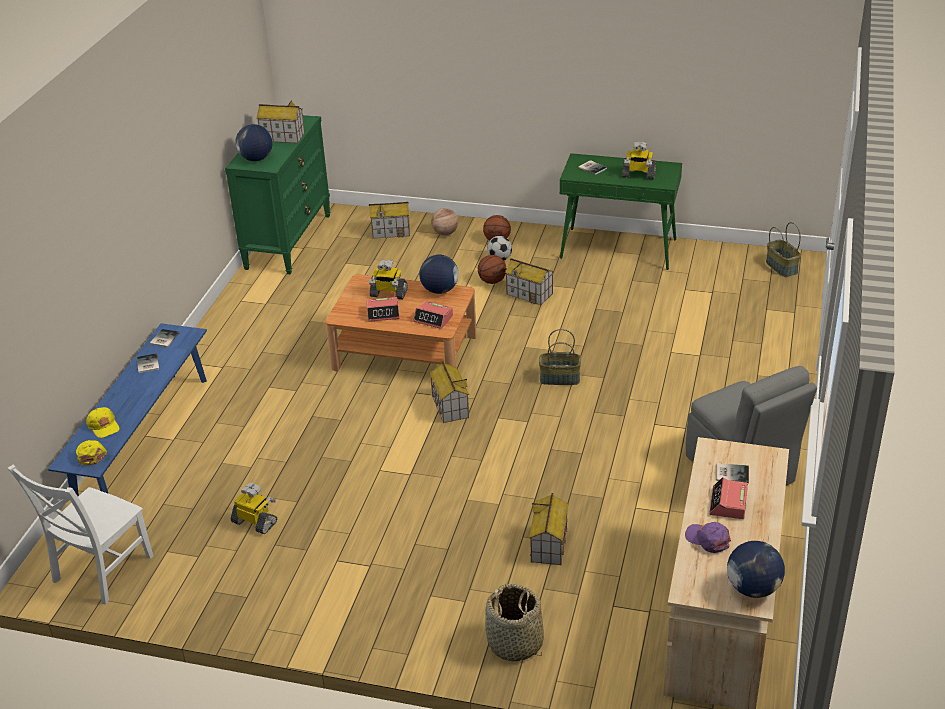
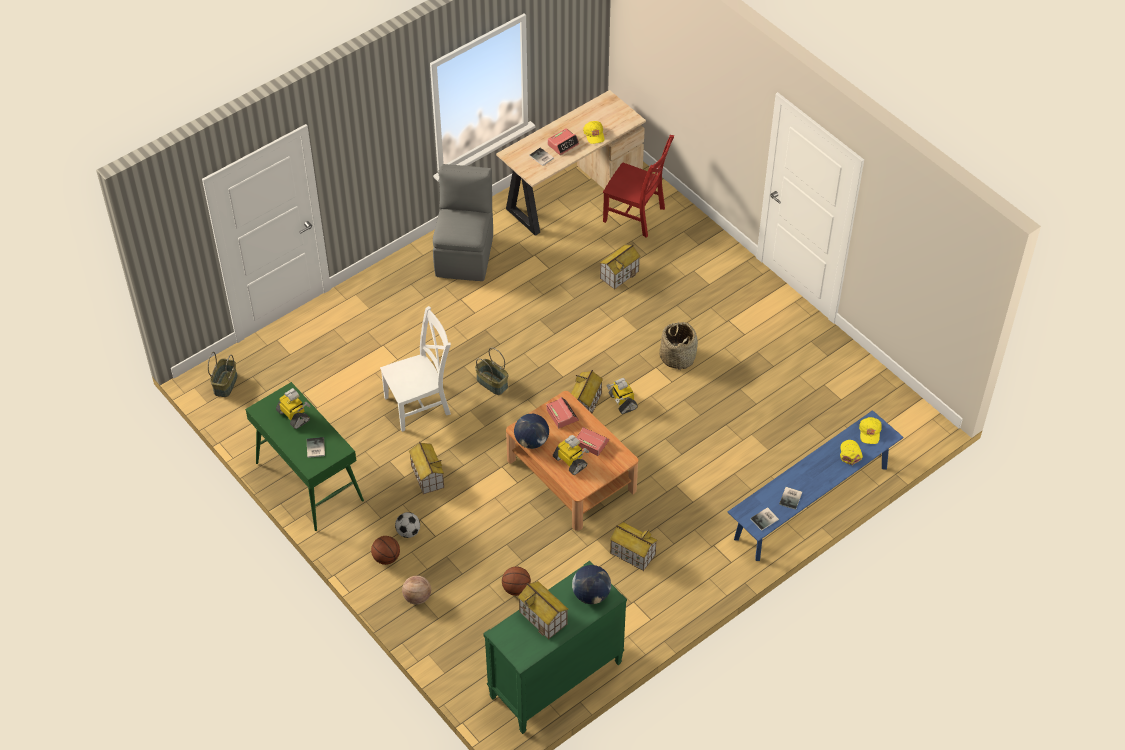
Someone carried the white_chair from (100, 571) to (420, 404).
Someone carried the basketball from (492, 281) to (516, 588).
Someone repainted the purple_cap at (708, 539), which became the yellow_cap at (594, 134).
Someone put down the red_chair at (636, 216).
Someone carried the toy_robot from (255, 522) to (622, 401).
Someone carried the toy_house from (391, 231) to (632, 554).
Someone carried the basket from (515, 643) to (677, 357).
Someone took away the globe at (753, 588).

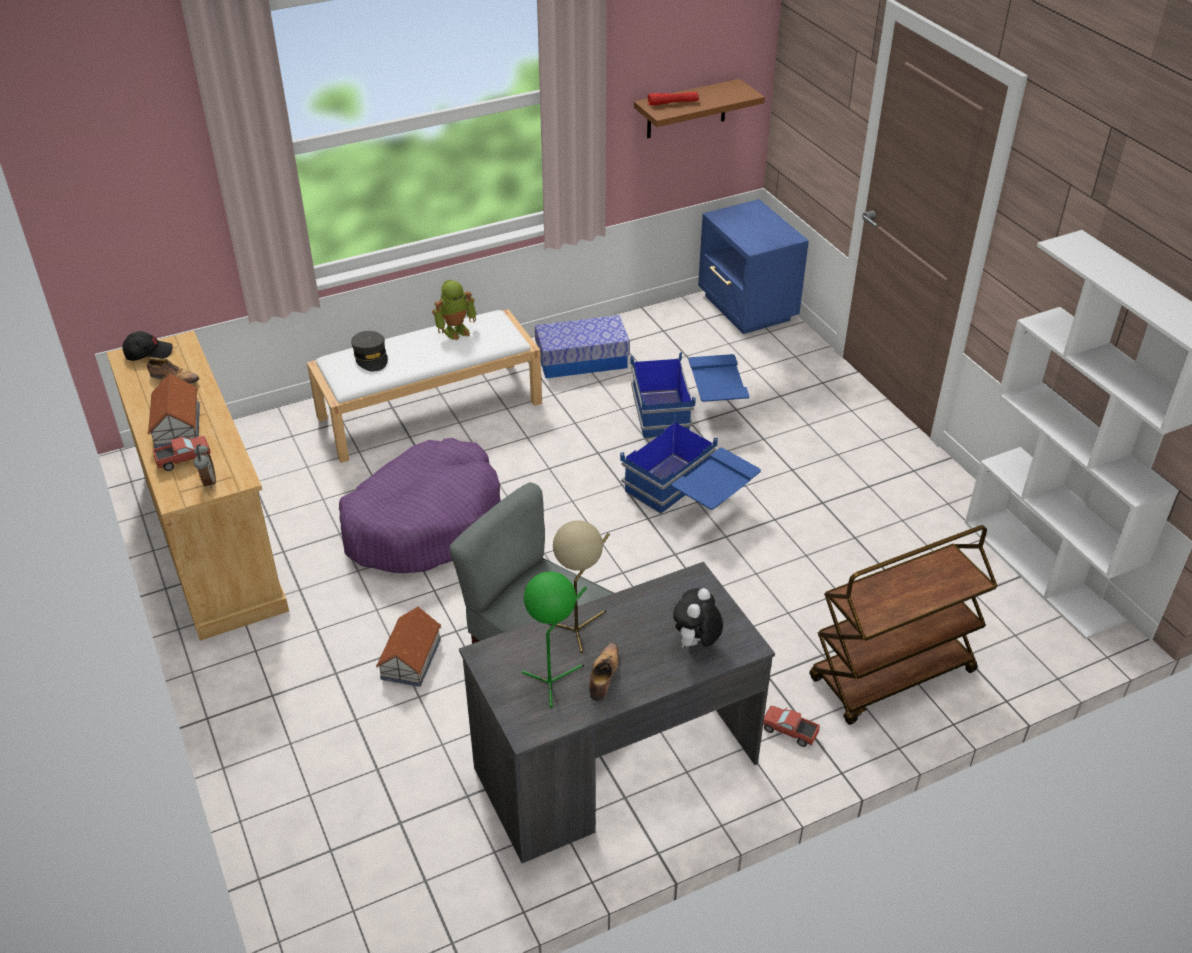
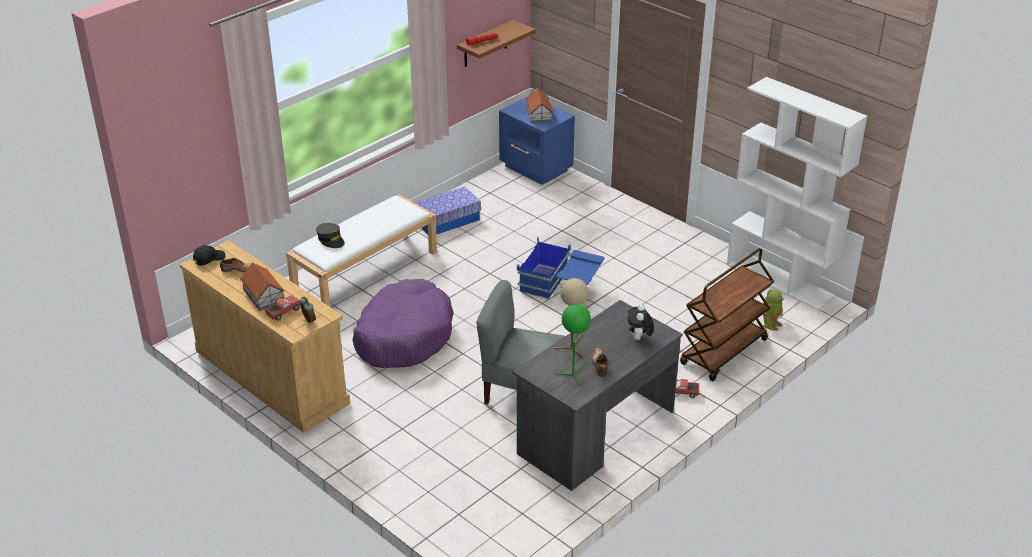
Someone carried the toy_house from (411, 658) to (539, 114).
Someone carried the toy_robot from (456, 330) to (770, 324).
Someone took away the blue_storage_box at (687, 414).

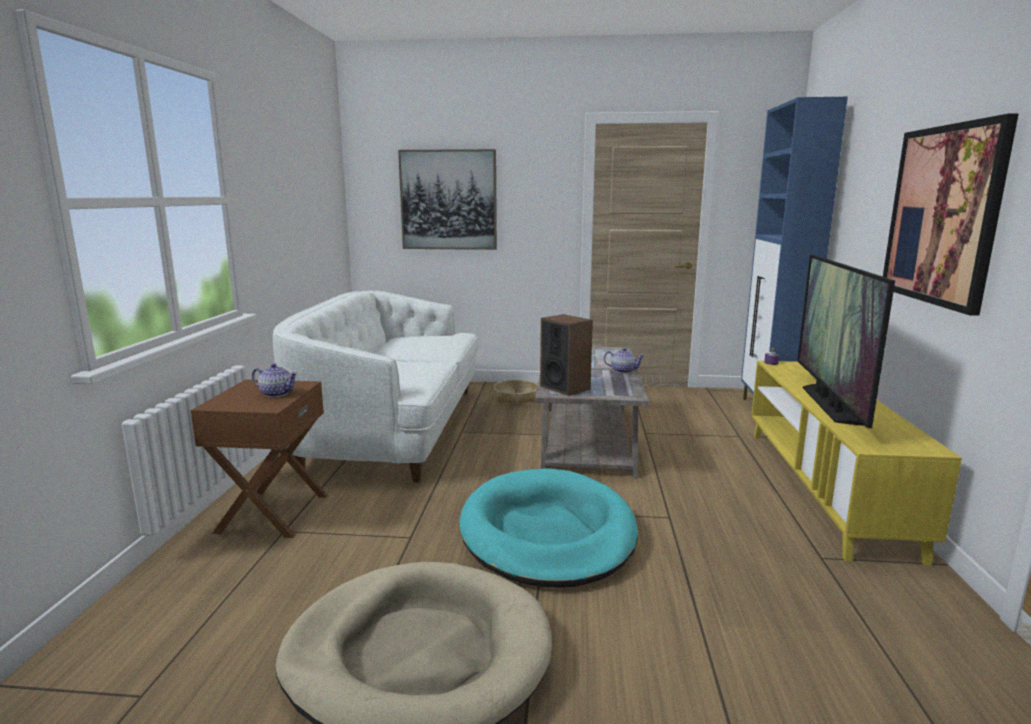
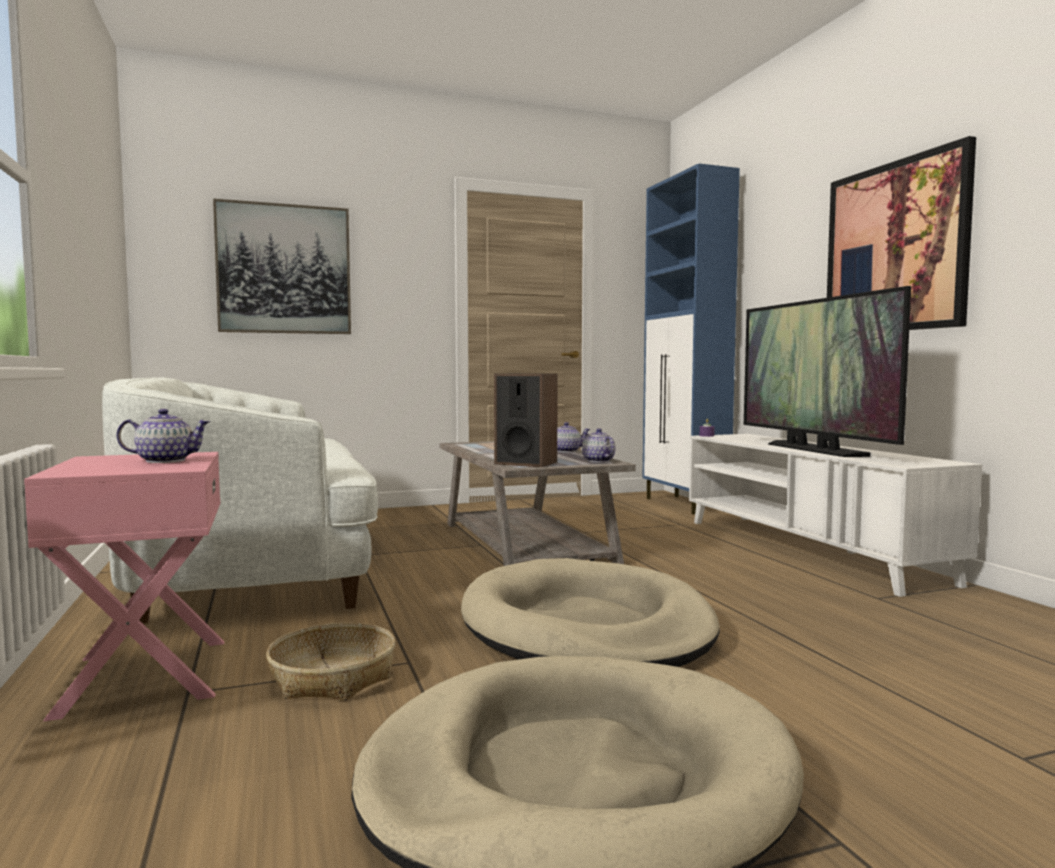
Someone repainted the brown_side_table at (272, 513), which became the pink_side_table at (142, 676).
Someone carried the basket from (516, 398) to (332, 677).
Someone repainted the turquoise_dog_bed at (547, 533), which became the beige_dog_bed at (586, 626).
Someone put down the teapot at (598, 461).
Someone repainted the yellow_tv_stand at (824, 487), which became the white_tv_stand at (806, 549).

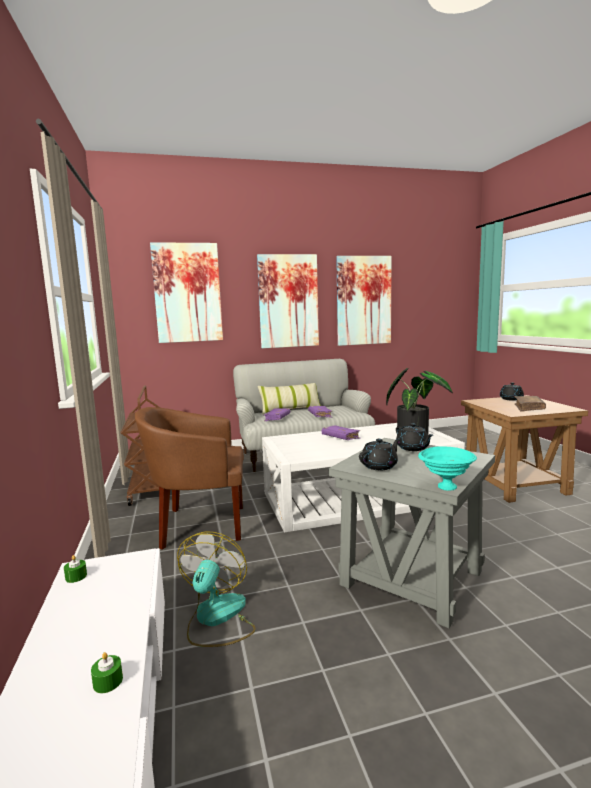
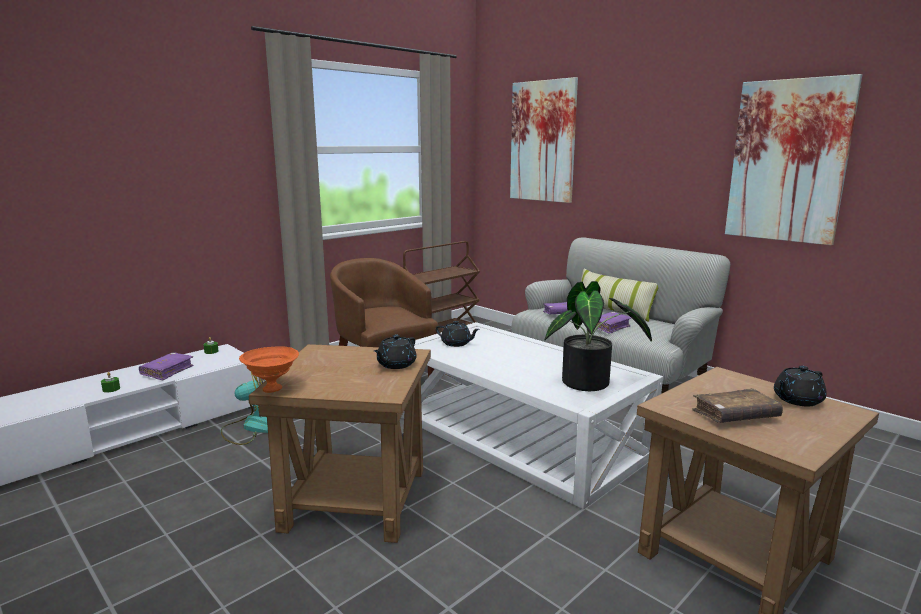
Someone carried the purple_book from (340, 438) to (167, 371).
Someone repainted the turquoise_bowl at (445, 487), which became the orange_bowl at (271, 388).
Someone repainted the grey_side_table at (413, 577), which became the brown_side_table at (356, 499).
Someone carried the black_teapot from (380, 466) to (456, 343).
Someone took away the picture at (288, 301).

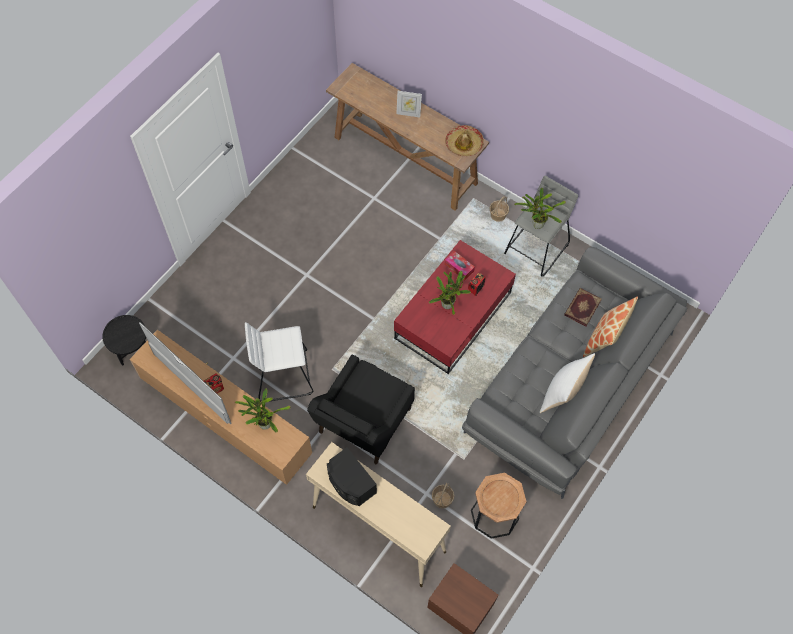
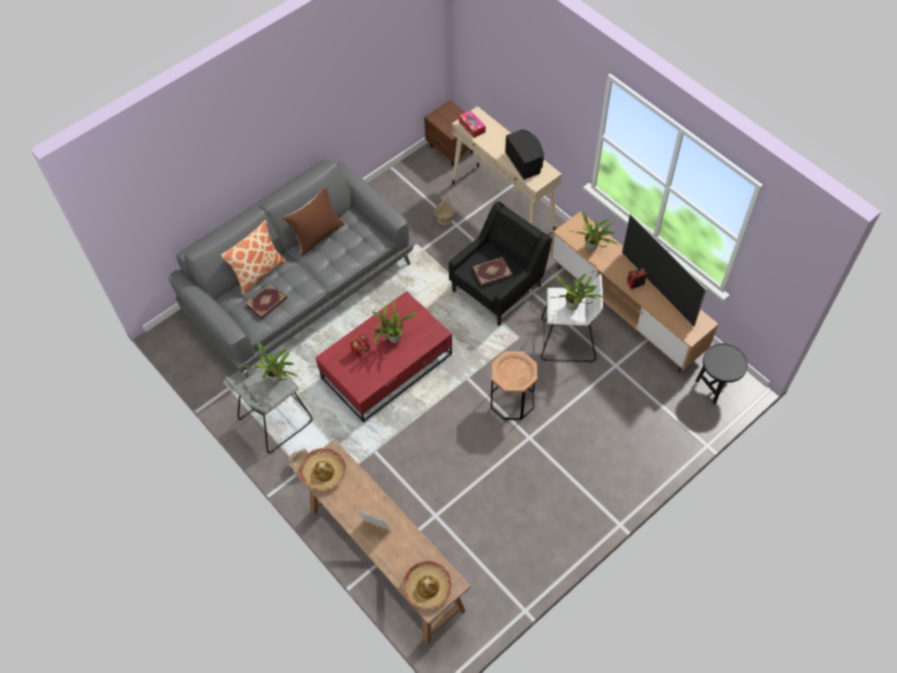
Someone repainted the white_pillow at (562, 393), which became the brown_pillow at (317, 235).
Someone put down the hat at (427, 587).
Someone carried the tissue_box from (459, 267) to (472, 127).
Someone put down the book at (491, 272).
Someone carried the brown_side_table from (494, 514) to (512, 400).
Someone put down the potted_plant at (573, 307).

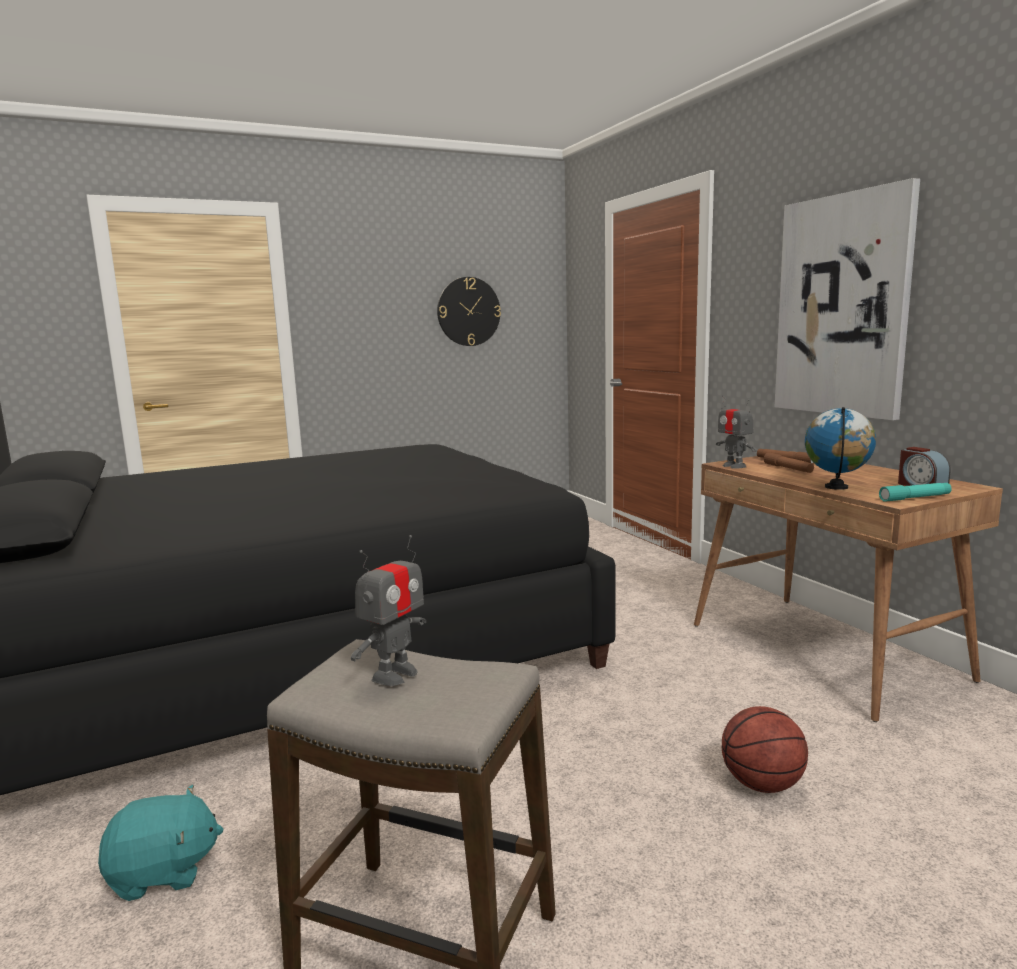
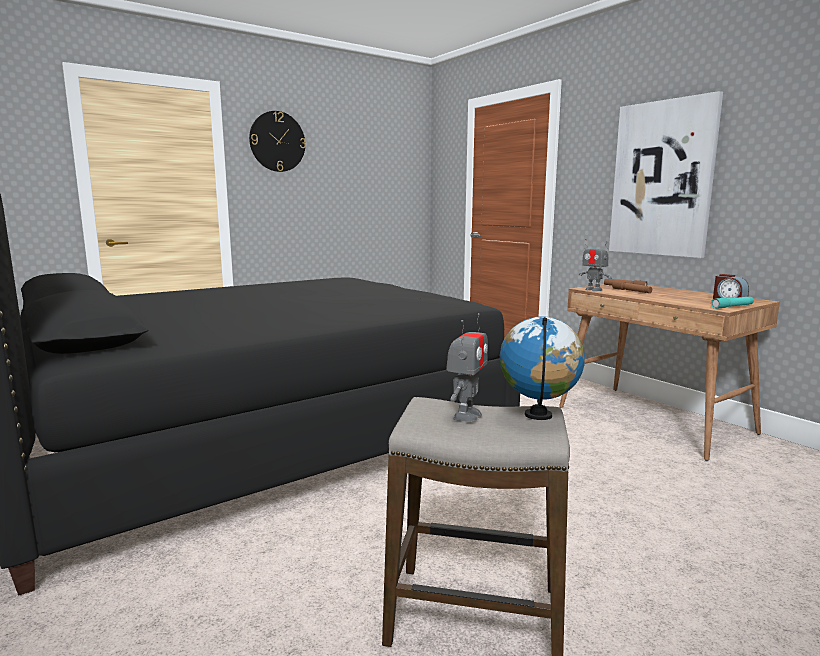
Someone carried the wall_clock from (468, 311) to (277, 141).
Someone carried the globe from (836, 487) to (538, 415).
Someone took away the turquoise_plush_toy at (163, 872).
Someone took away the basketball at (761, 784).

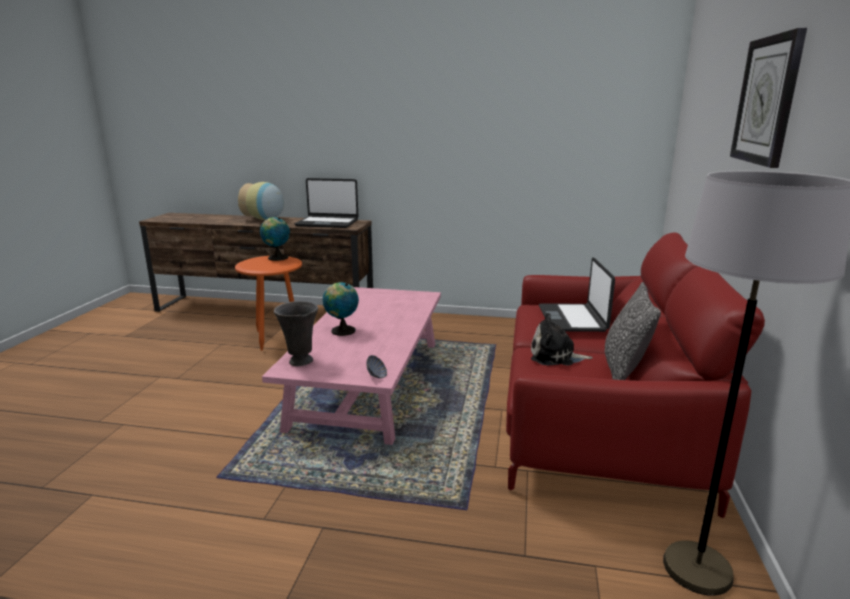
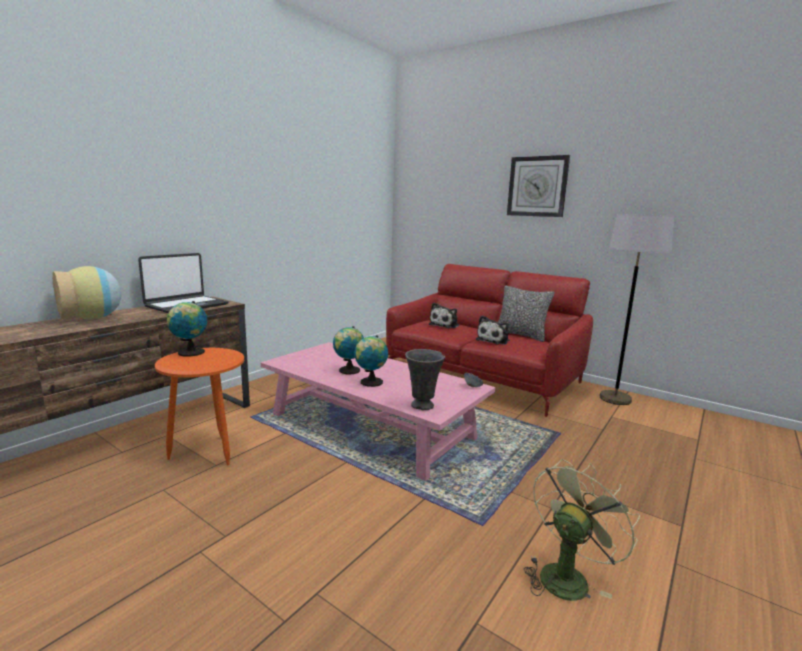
Someone put down the globe at (348, 371).
Someone swapped the laptop at (573, 319) for the plush_toy at (445, 325).
Someone put down the green_fan at (567, 575).

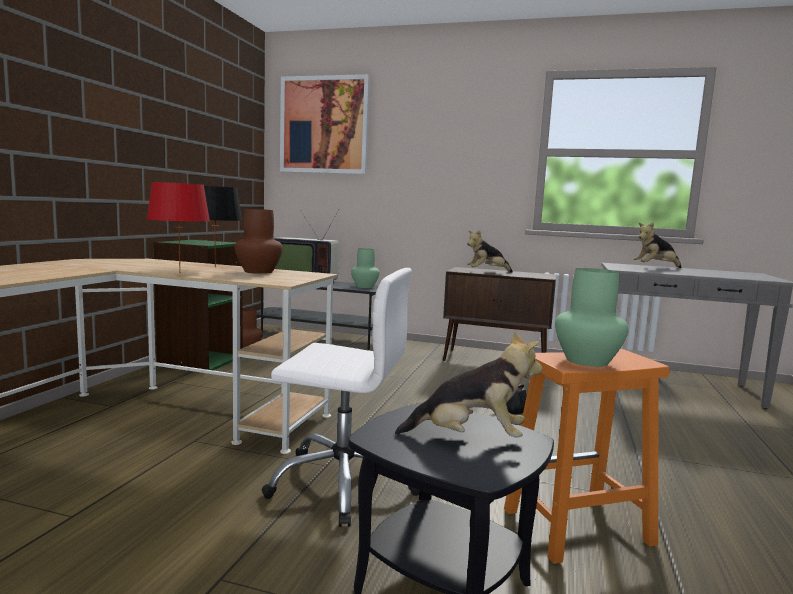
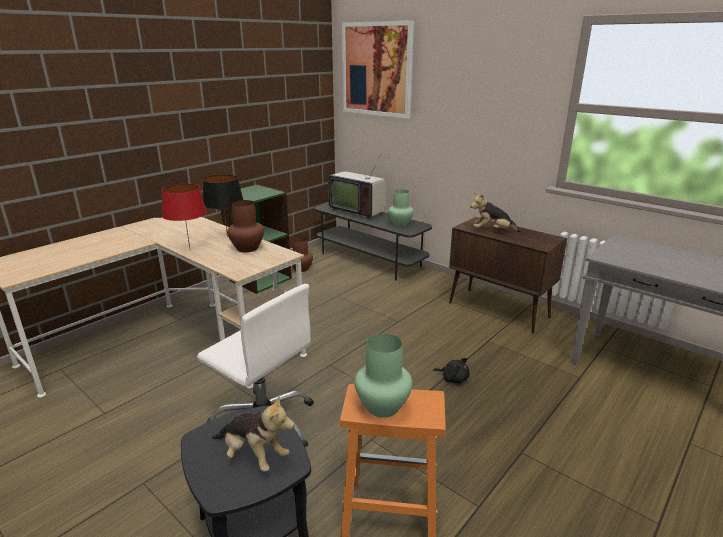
Someone took away the plush_toy at (655, 267).

